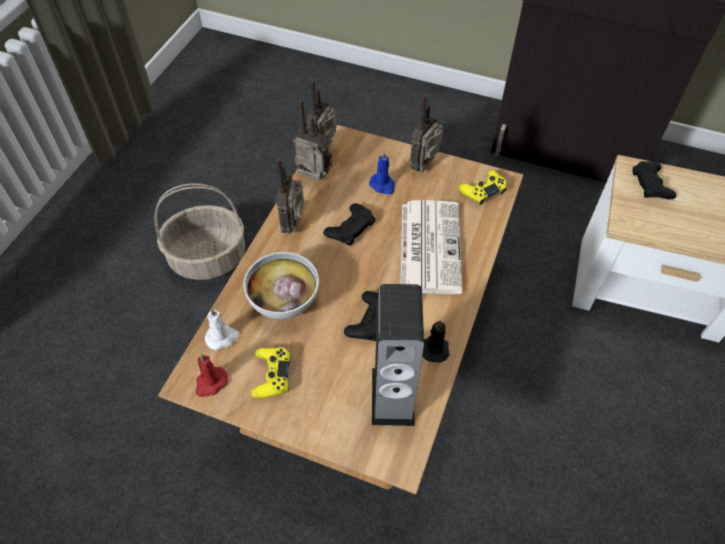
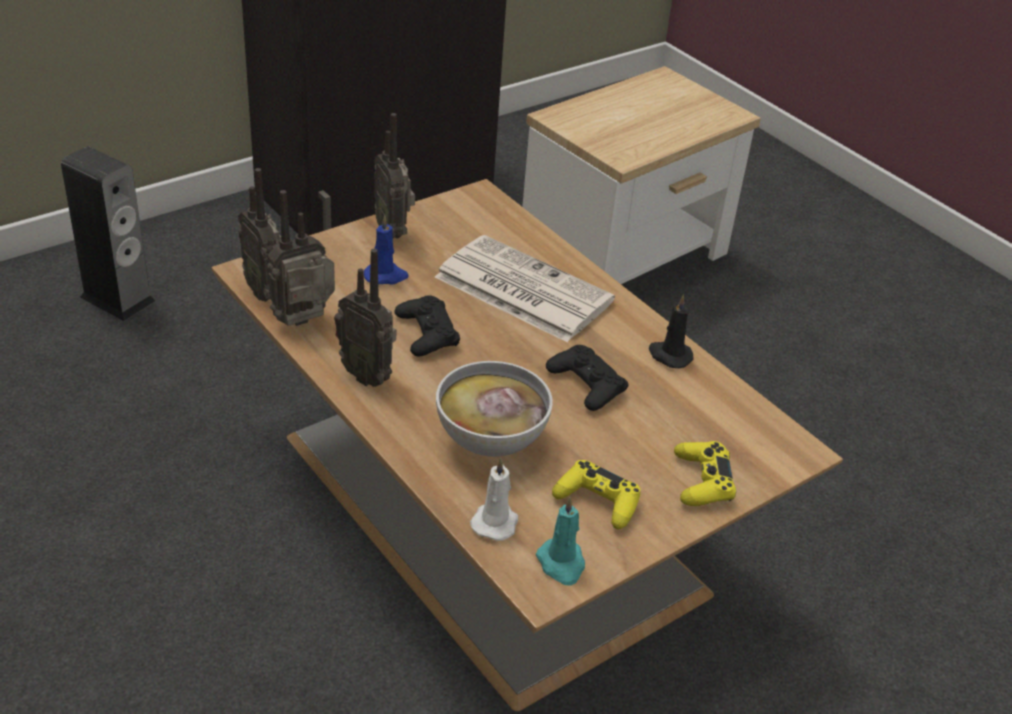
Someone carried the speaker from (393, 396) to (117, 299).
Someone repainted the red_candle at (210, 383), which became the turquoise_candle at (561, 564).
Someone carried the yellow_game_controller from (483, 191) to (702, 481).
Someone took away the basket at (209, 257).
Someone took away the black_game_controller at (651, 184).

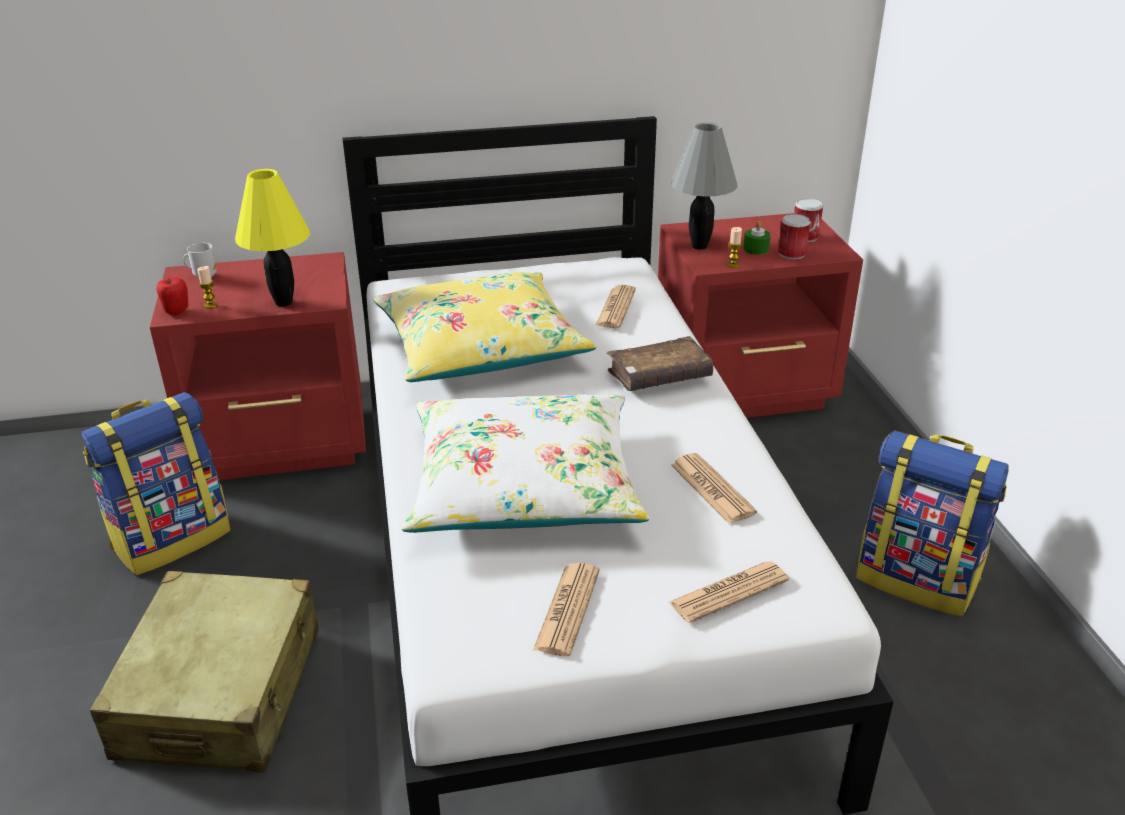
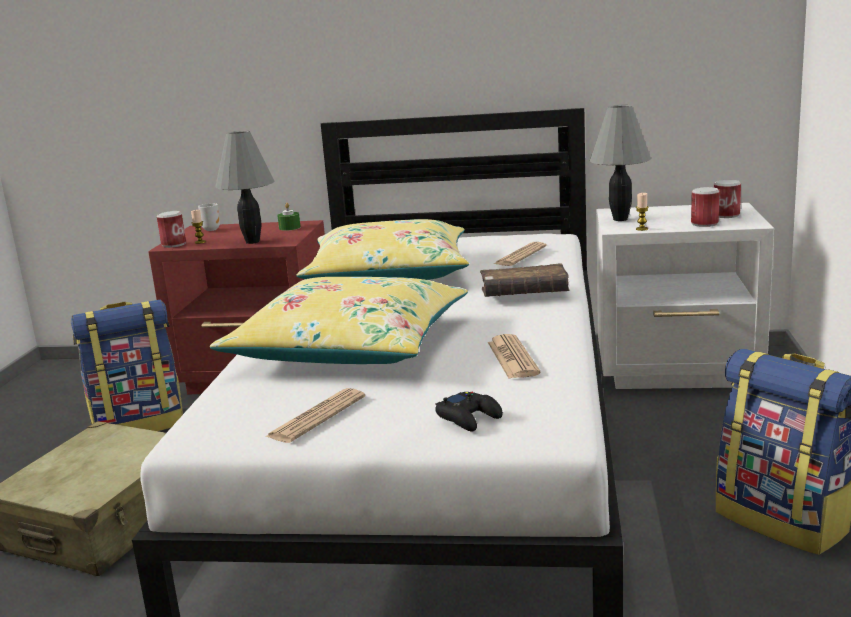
Someone swapped the apple at (177, 312) for the can at (174, 244).
Someone repainted the white_pillow at (524, 485), which became the yellow_pillow at (350, 347).
Someone repainted the yellow_table_lamp at (283, 303), which became the grey_table_lamp at (252, 242).
Someone carried the green_candle from (756, 249) to (289, 228).
Someone swapped the newspaper at (729, 592) for the black_game_controller at (469, 418).
Someone repainted the red_nightstand at (746, 391), which became the white_nightstand at (679, 370).

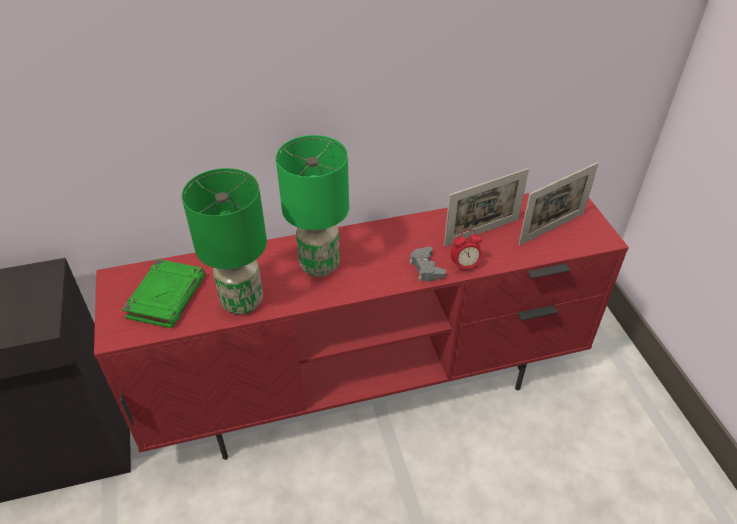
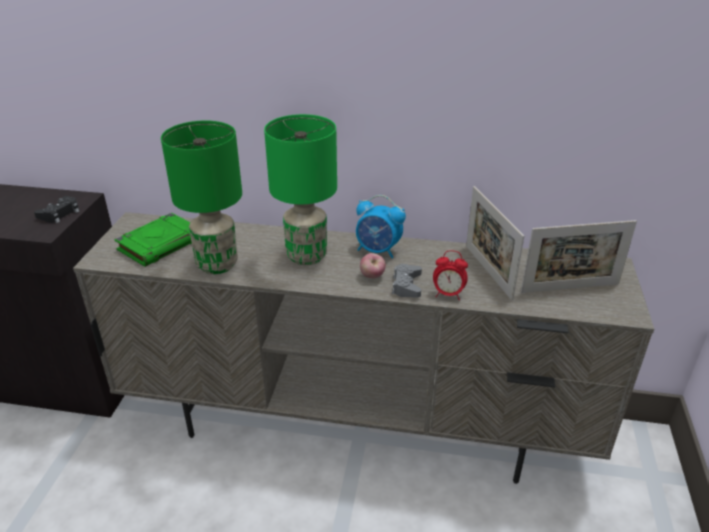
Someone put down the black_game_controller at (60, 214).
Someone repainted the red_tv_stand at (369, 390), which became the beige_tv_stand at (357, 426).
Someone put down the alarm_clock at (378, 251).
Someone put down the apple at (372, 276).
Someone rotated the picture_frame at (481, 232) by 75 degrees clockwise.

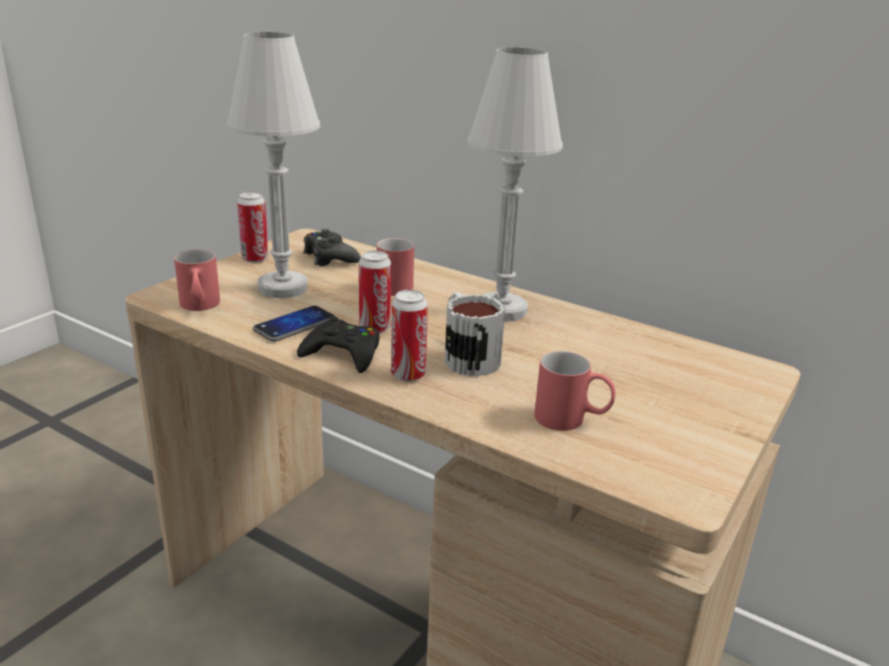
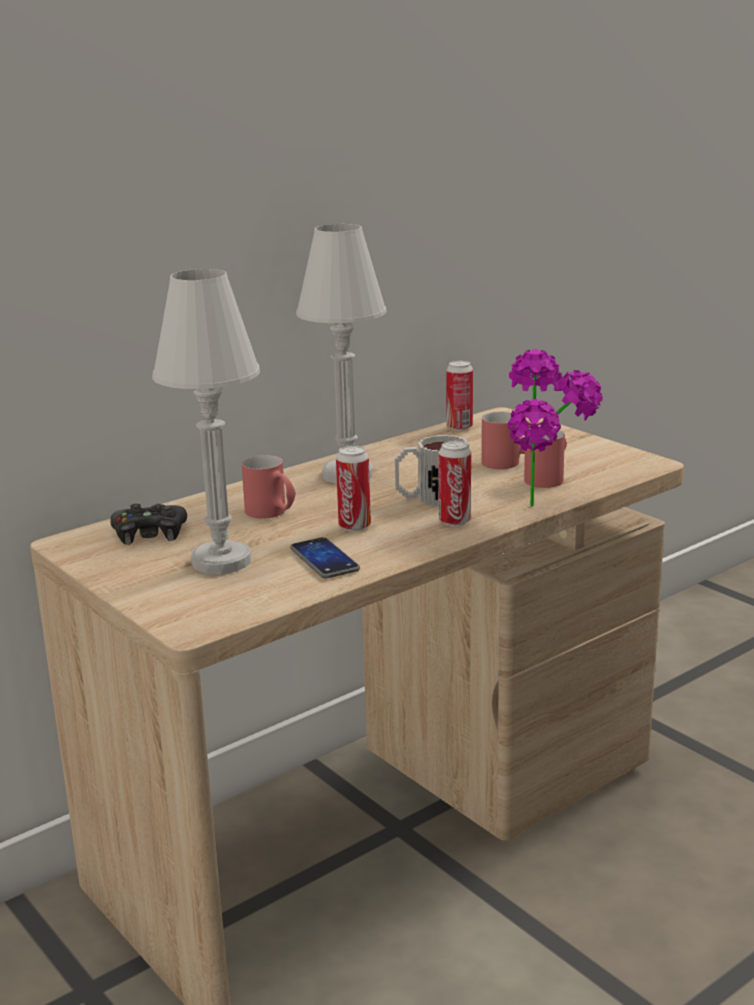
Someone carried the can from (255, 259) to (459, 427).
Someone carried the red_mug from (200, 307) to (510, 463).
Someone put down the potted_plant at (548, 510).
Someone took away the black_game_controller at (343, 353).

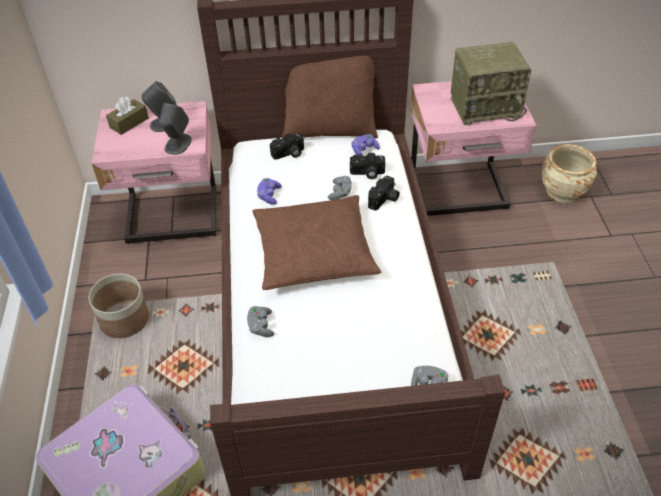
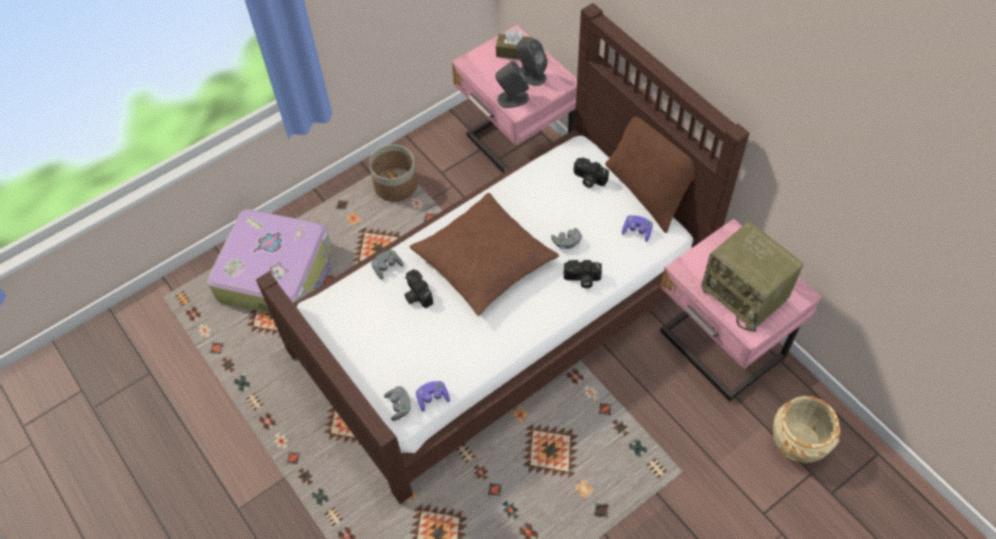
Someone carried the photo_camera from (367, 173) to (416, 294).
Someone carried the purple_game_controller from (269, 196) to (432, 398).

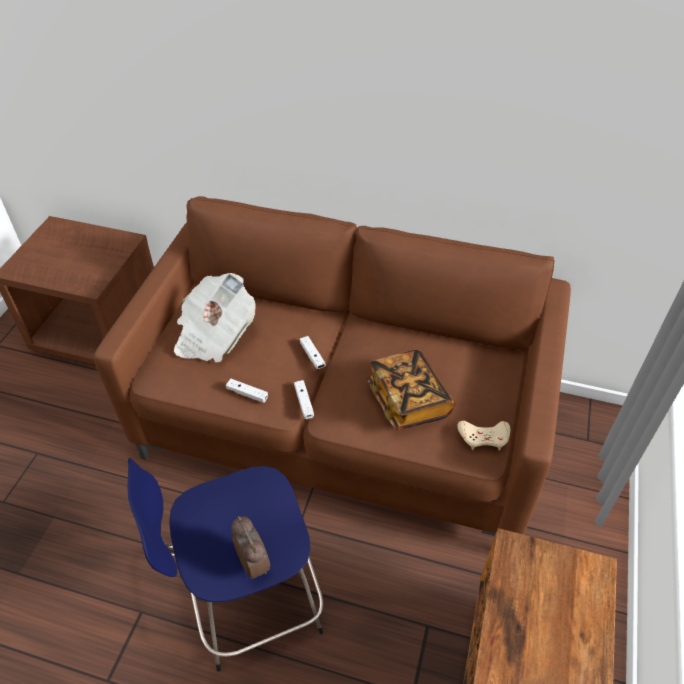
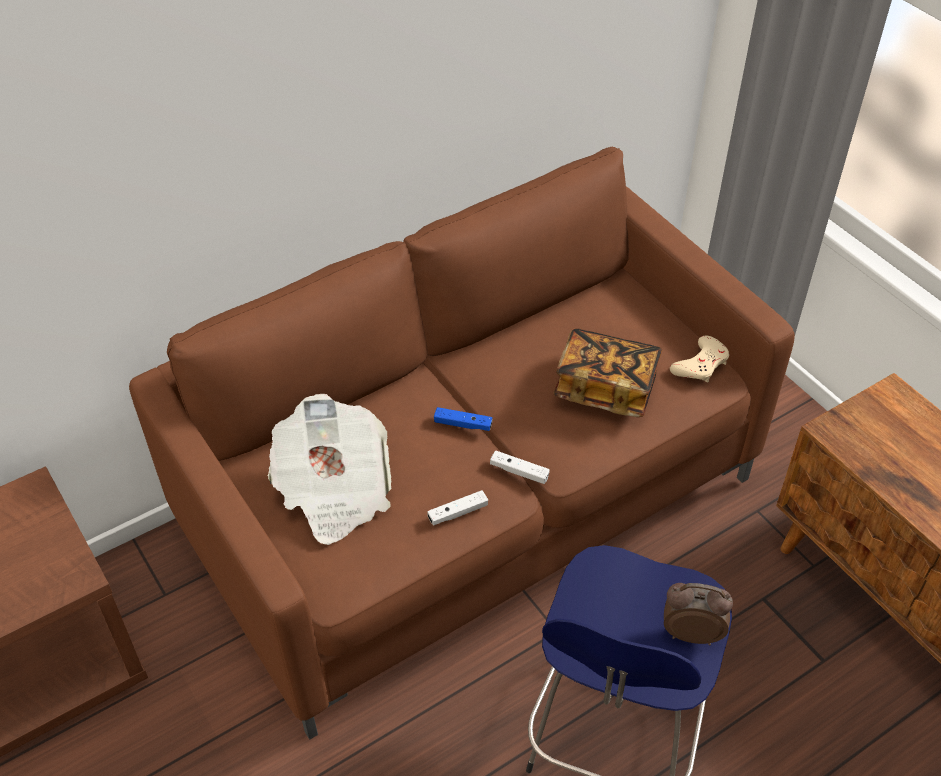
Someone repainted the white_game_controller at (312, 356), which became the blue_game_controller at (463, 424).

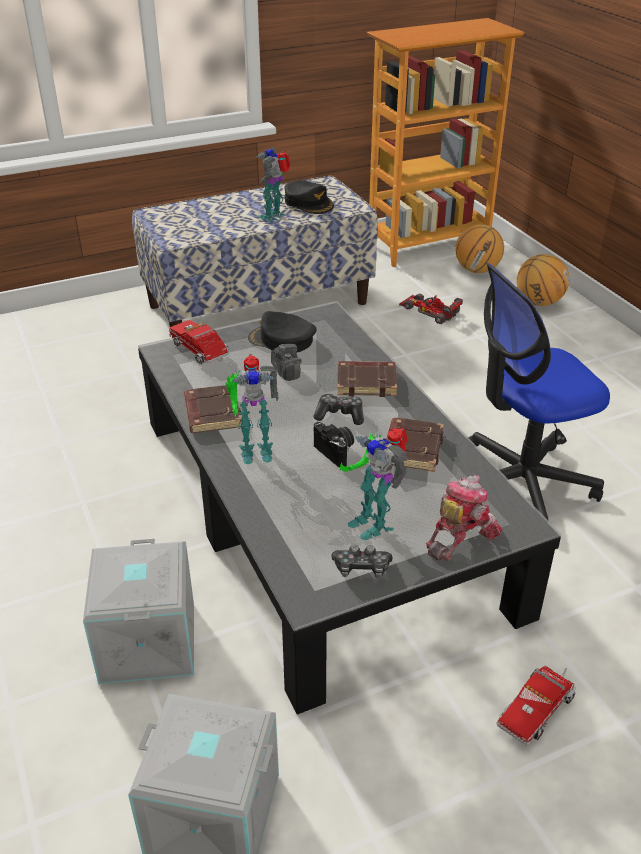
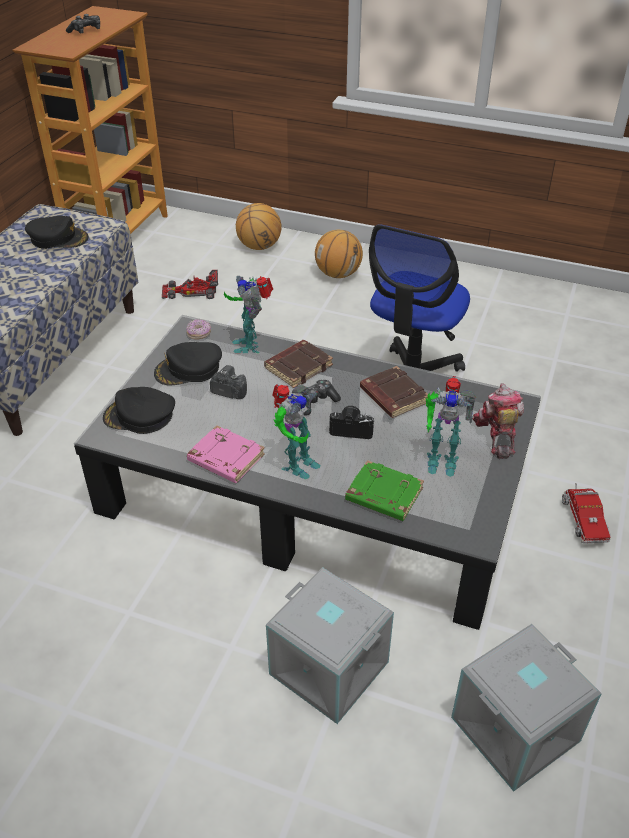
Someone carried the game_controller from (361, 568) to (86, 31).
Someone swapped the toy_truck at (201, 352) for the black_cap at (139, 416).
Someone put down the donut at (199, 334).
Someone repainted the brown_book at (211, 413), which became the pink_book at (225, 459).
Someone carried the toy_robot from (274, 216) to (250, 344).
Someone carried the basketball from (477, 270) to (338, 274).
Someone put down the green_book at (383, 495).

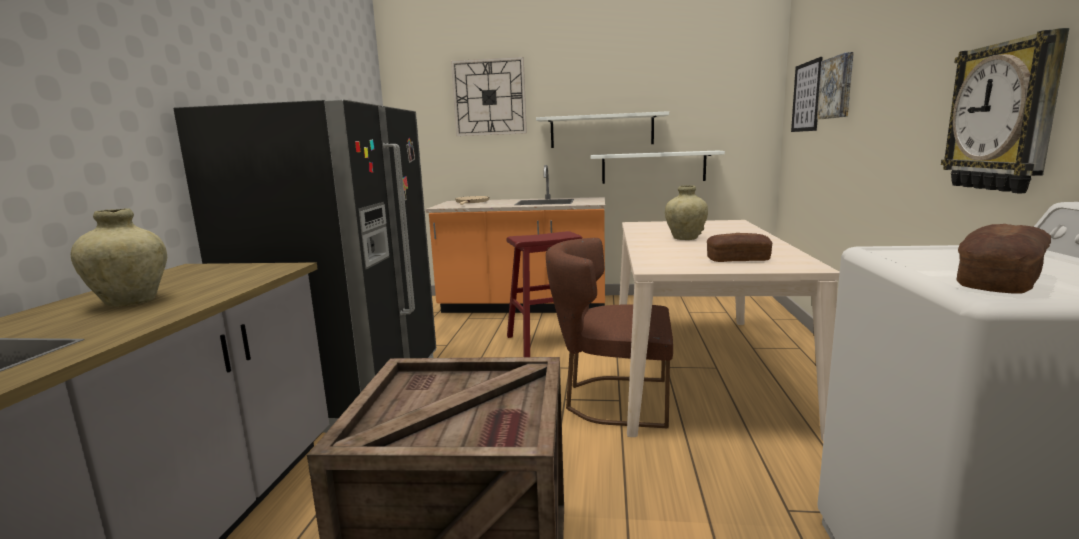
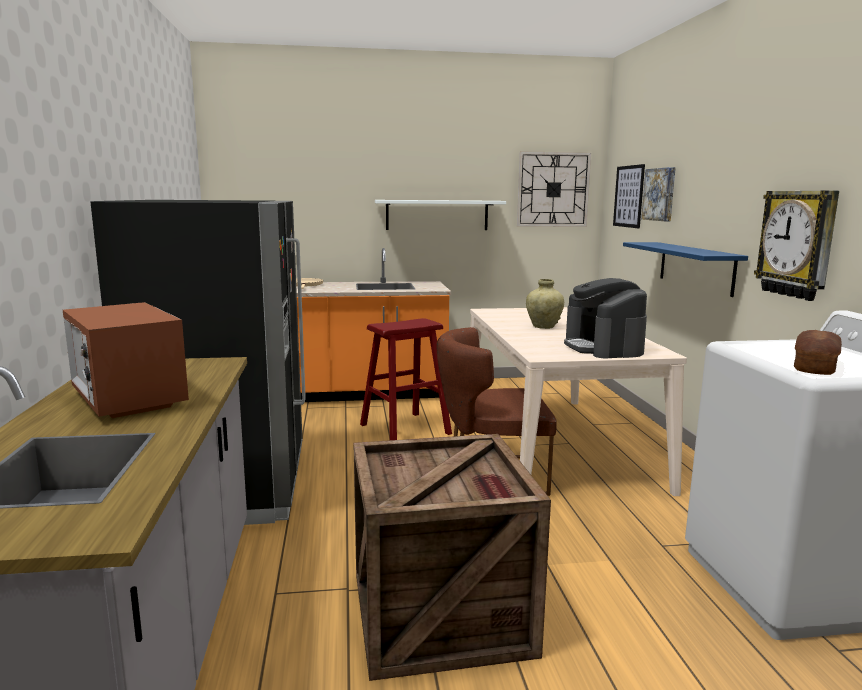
Someone swapped the beige_vase at (131, 302) for the microwave at (128, 400).
Someone carried the wall_clock from (489, 97) to (553, 189).
Someone swapped the bread at (738, 260) for the coffee_machine at (603, 347).
Someone put up the blue_shelf at (695, 267).
Someone took away the white_shelf at (653, 167).

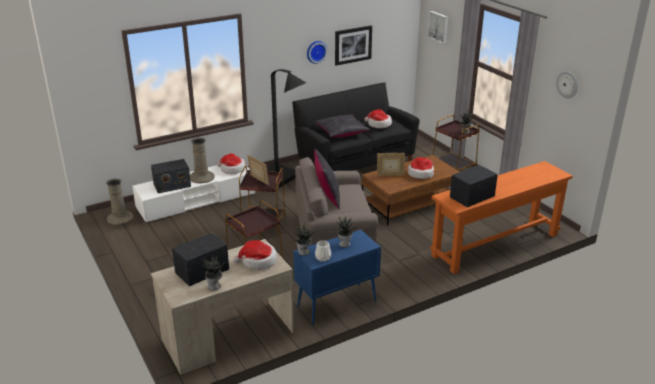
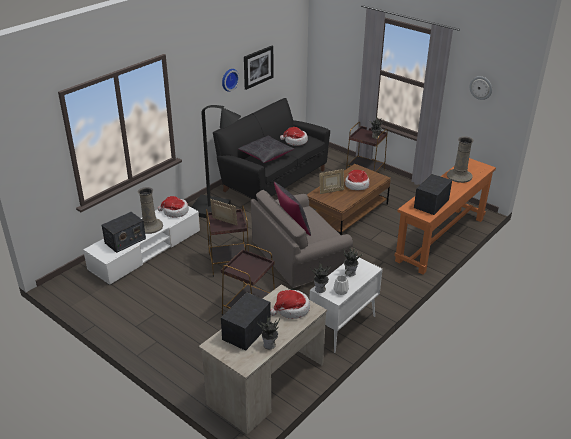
Someone repainted the blue_cabinet at (336, 304), which became the white_cabinet at (343, 328).
Someone carried the beige_vase from (120, 218) to (459, 176).
Someone took away the picture at (438, 26).

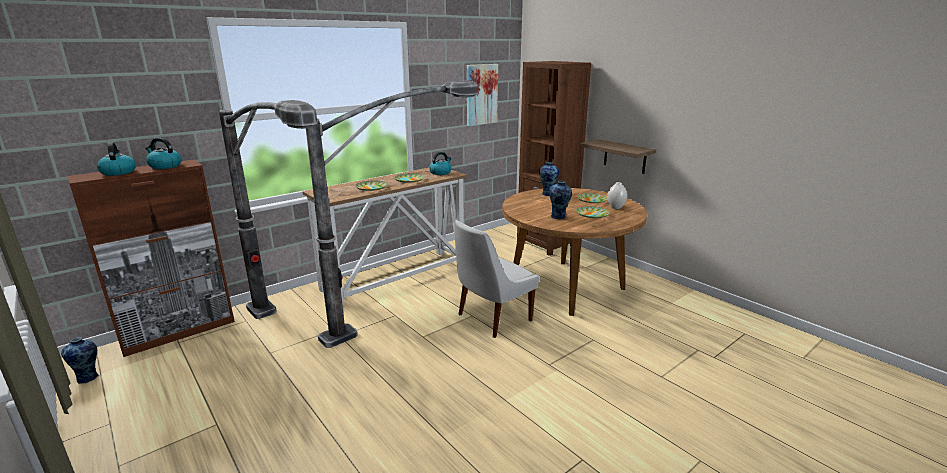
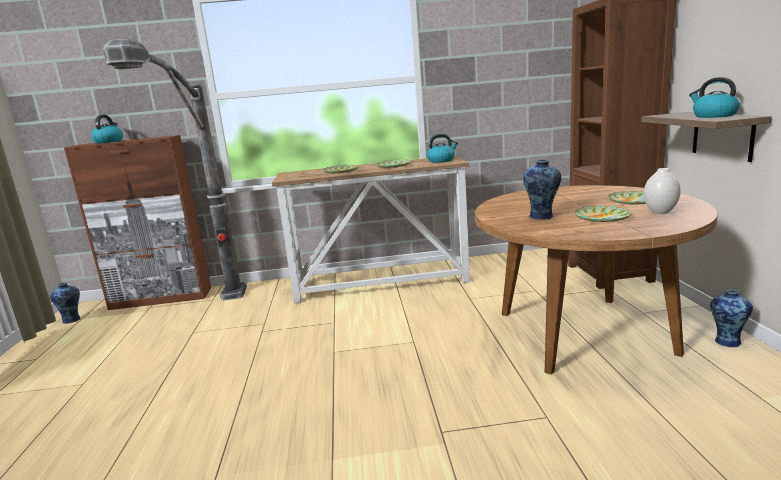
Someone carried the kettle from (165, 166) to (713, 116).
Someone carried the vase from (547, 194) to (726, 341).
Someone took away the floor_lamp at (407, 308).
Someone took away the white_chair at (492, 318).
Someone took away the picture at (481, 94).

